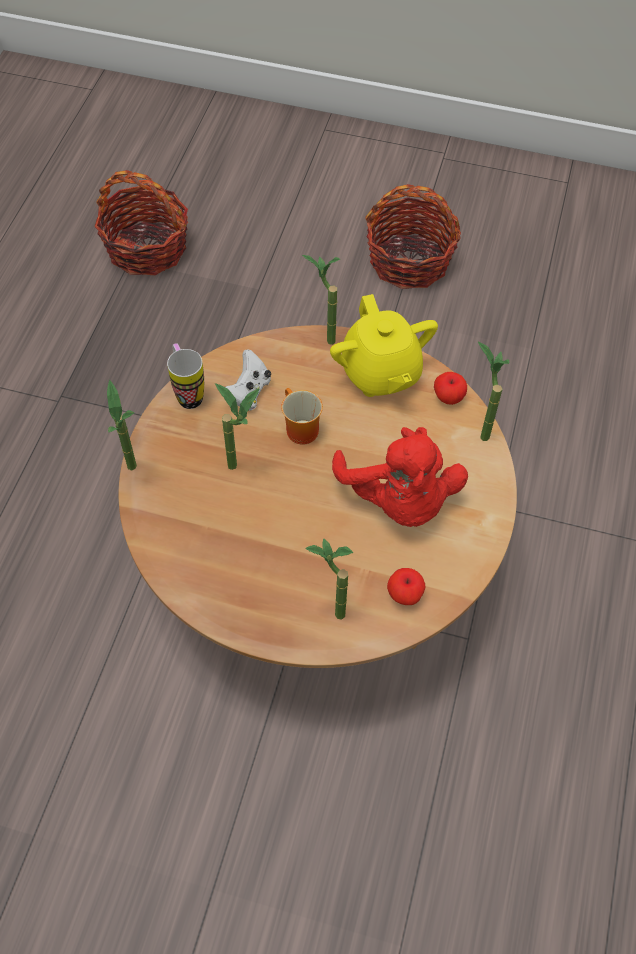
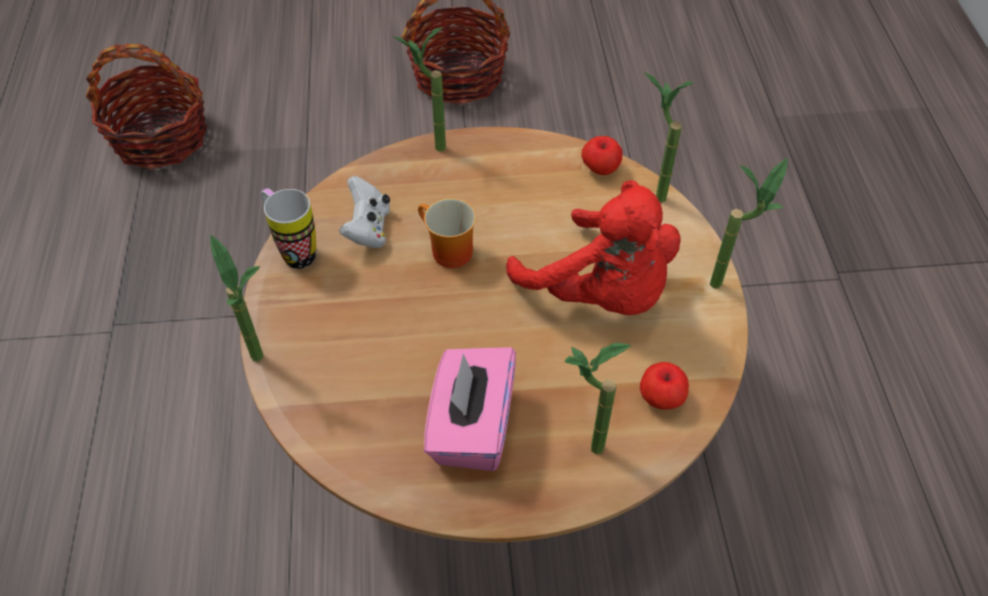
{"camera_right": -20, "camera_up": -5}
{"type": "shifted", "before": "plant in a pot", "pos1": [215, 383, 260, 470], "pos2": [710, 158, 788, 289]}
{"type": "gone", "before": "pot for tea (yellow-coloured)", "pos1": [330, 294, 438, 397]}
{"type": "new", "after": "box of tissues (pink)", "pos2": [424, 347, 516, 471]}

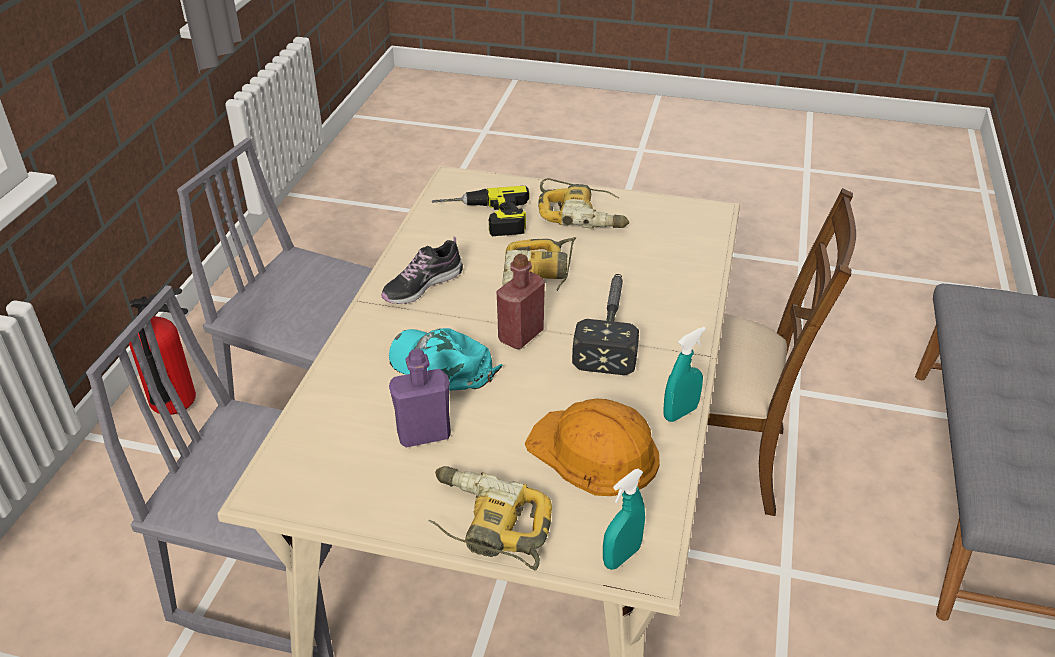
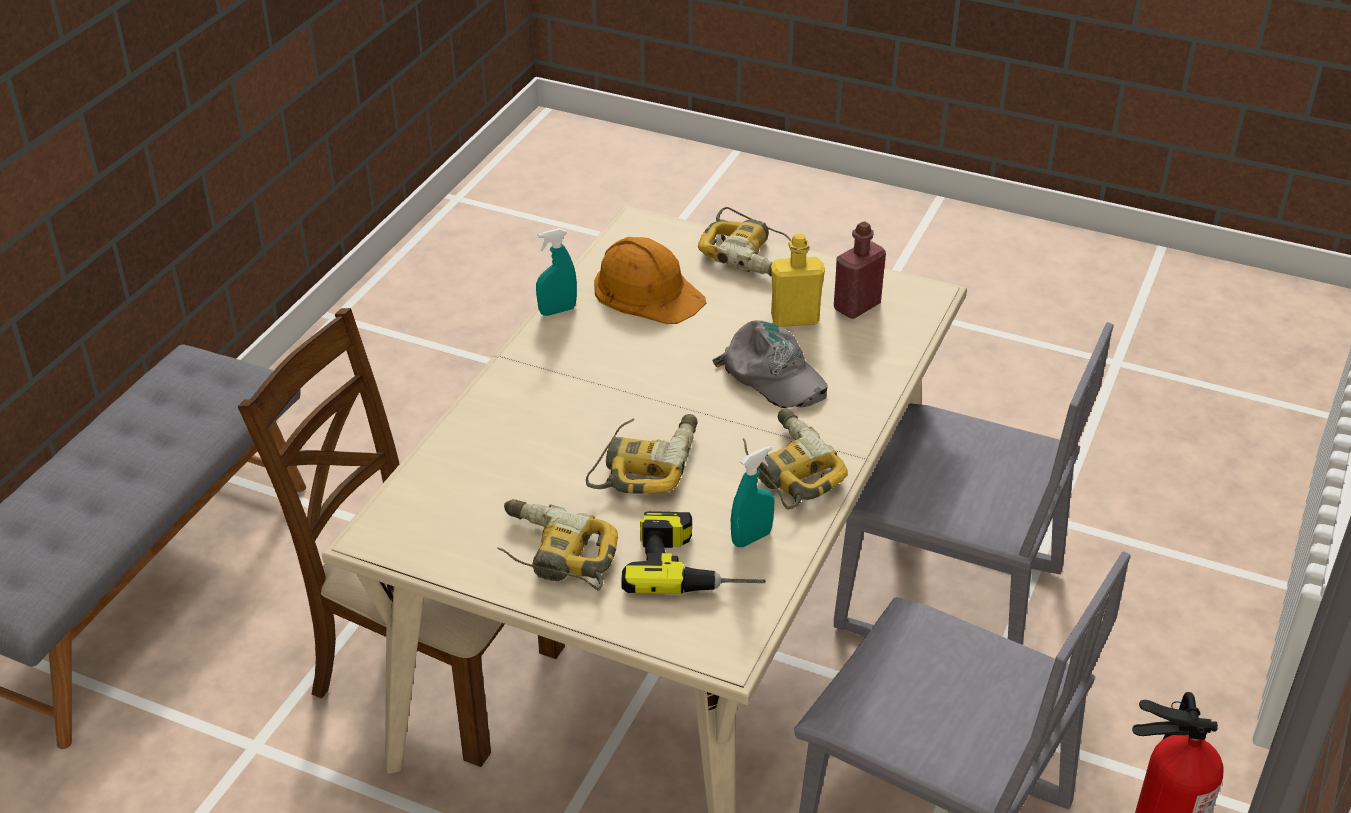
{"camera_right": -170, "camera_up": 0}
{"type": "swapped", "before": "item of footwear", "after": "electric drill", "pos1": [381, 236, 463, 304], "pos2": [743, 409, 848, 509]}
{"type": "repainted", "before": "cap (blue-green)", "after": "cap (gray)", "pos1": [389, 328, 503, 391], "pos2": [712, 320, 828, 408]}
{"type": "repainted", "before": "bottle (purple-coloured)", "after": "bottle (yellow-coloured)", "pos1": [389, 349, 451, 448], "pos2": [771, 234, 825, 327]}
{"type": "shifted", "before": "bottle (reddish)", "pos1": [497, 254, 545, 349], "pos2": [834, 222, 886, 319]}
{"type": "gone", "before": "tool hammer", "pos1": [572, 274, 639, 375]}
{"type": "shifted", "before": "hand sprayer (blue-green)", "pos1": [603, 469, 645, 570], "pos2": [731, 446, 774, 547]}

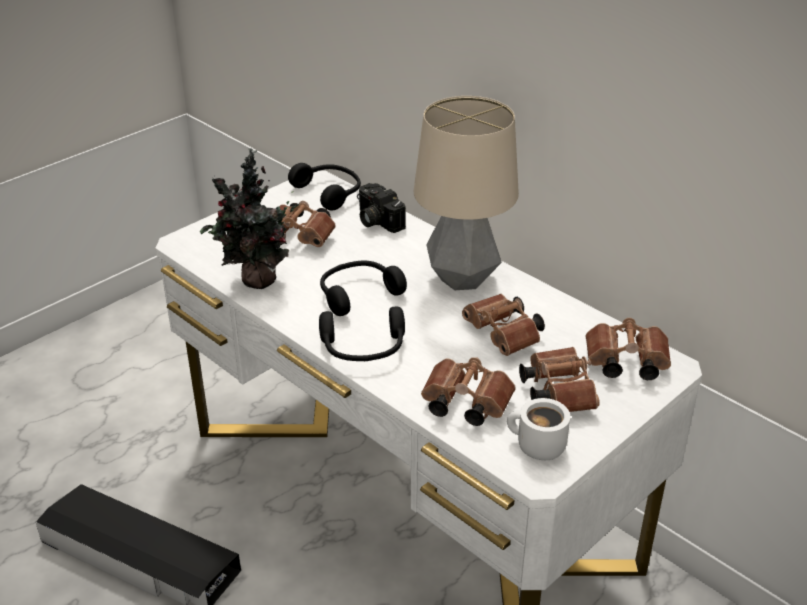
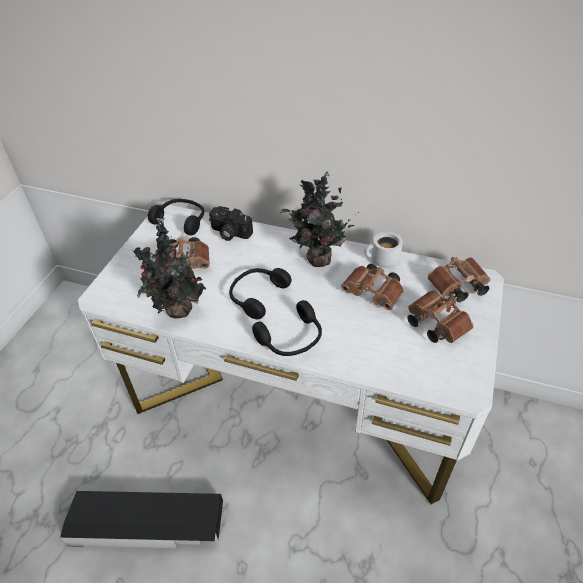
{"camera_right": -25, "camera_up": 10}
{"type": "swapped", "before": "table lamp", "after": "plant in a pot", "pos1": [414, 96, 519, 290], "pos2": [279, 171, 359, 267]}
{"type": "gone", "before": "field glasses (brown)", "pos1": [421, 357, 516, 426]}
{"type": "shifted", "before": "tea mug (white-coloured)", "pos1": [507, 398, 570, 460], "pos2": [364, 232, 403, 268]}

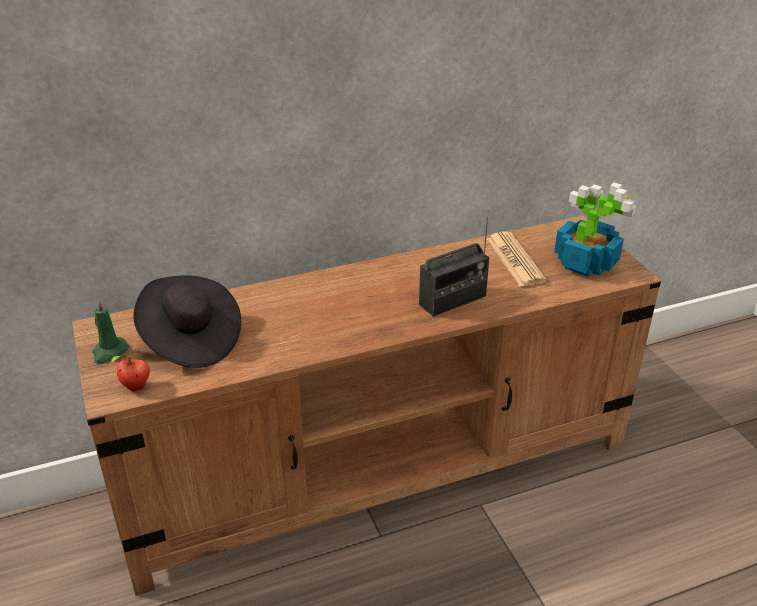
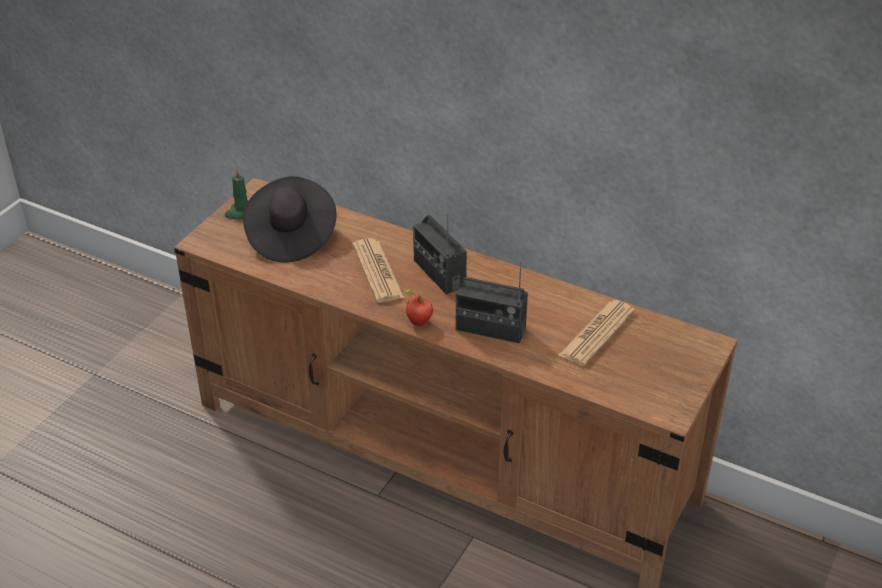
{"camera_right": 50, "camera_up": 5}
{"type": "shifted", "before": "whole apple", "pos1": [110, 356, 150, 391], "pos2": [401, 290, 433, 326]}
{"type": "gone", "before": "plant in a pot", "pos1": [554, 182, 636, 277]}
{"type": "new", "after": "newspaper", "pos2": [352, 238, 404, 303]}
{"type": "new", "after": "radio", "pos2": [413, 214, 467, 294]}

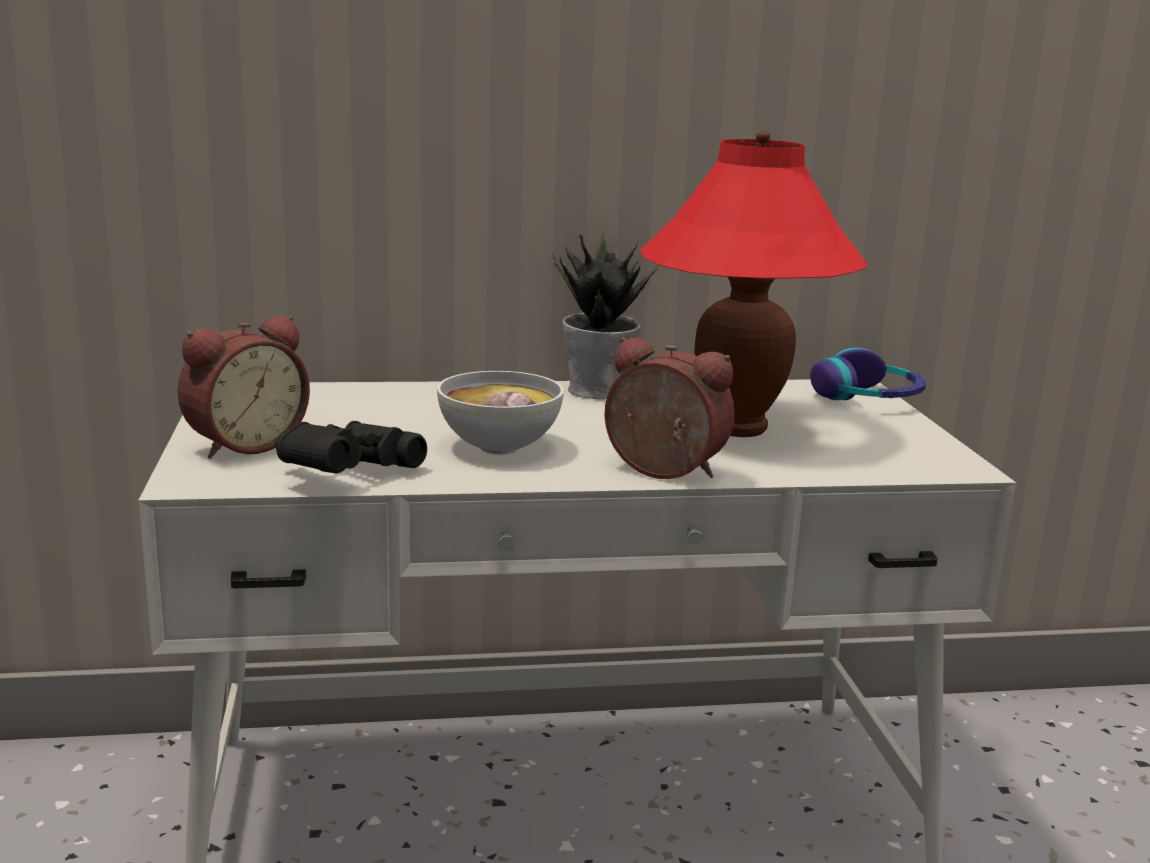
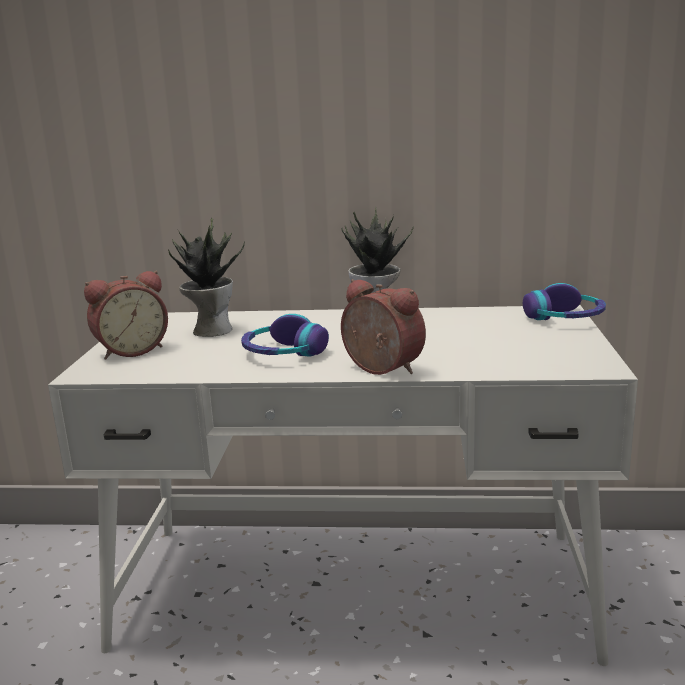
{"camera_right": 15, "camera_up": 0}
{"type": "gone", "before": "field glasses (black-coloured)", "pos1": [275, 421, 427, 473]}
{"type": "swapped", "before": "bowl", "after": "headset", "pos1": [437, 371, 564, 454], "pos2": [241, 314, 329, 356]}
{"type": "gone", "before": "table lamp (reddish)", "pos1": [640, 131, 867, 437]}
{"type": "new", "after": "plant in a pot", "pos2": [168, 218, 245, 337]}

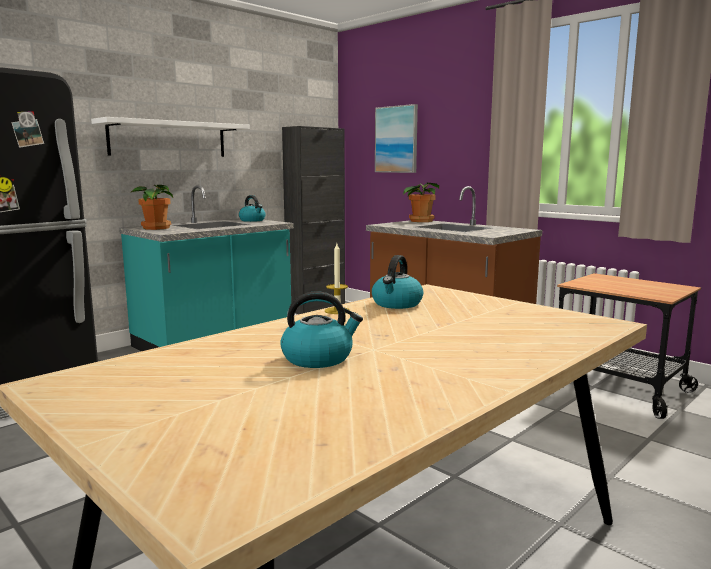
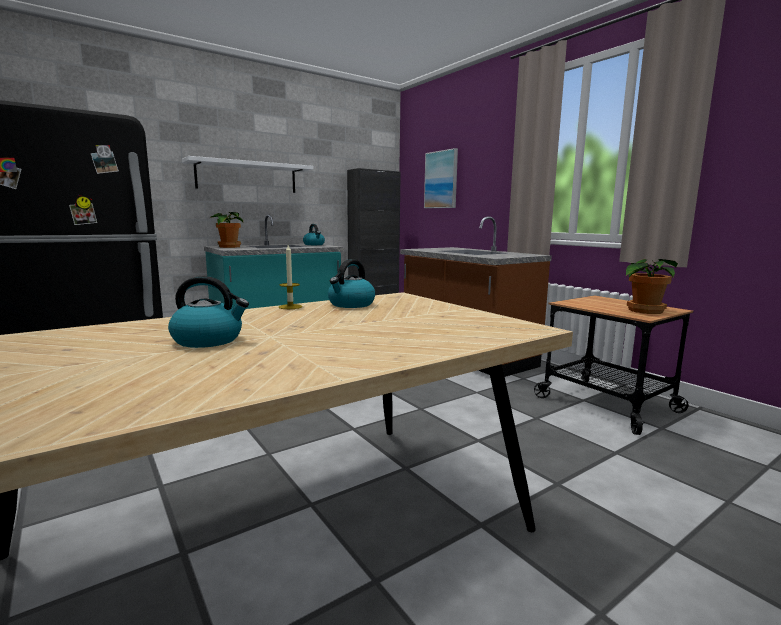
{"camera_right": 10, "camera_up": 0}
{"type": "shifted", "before": "plant in a pot", "pos1": [403, 183, 439, 222], "pos2": [626, 259, 678, 314]}

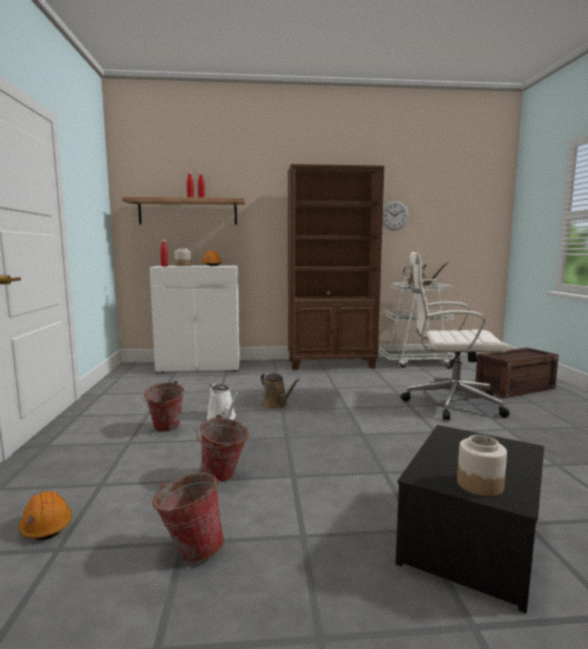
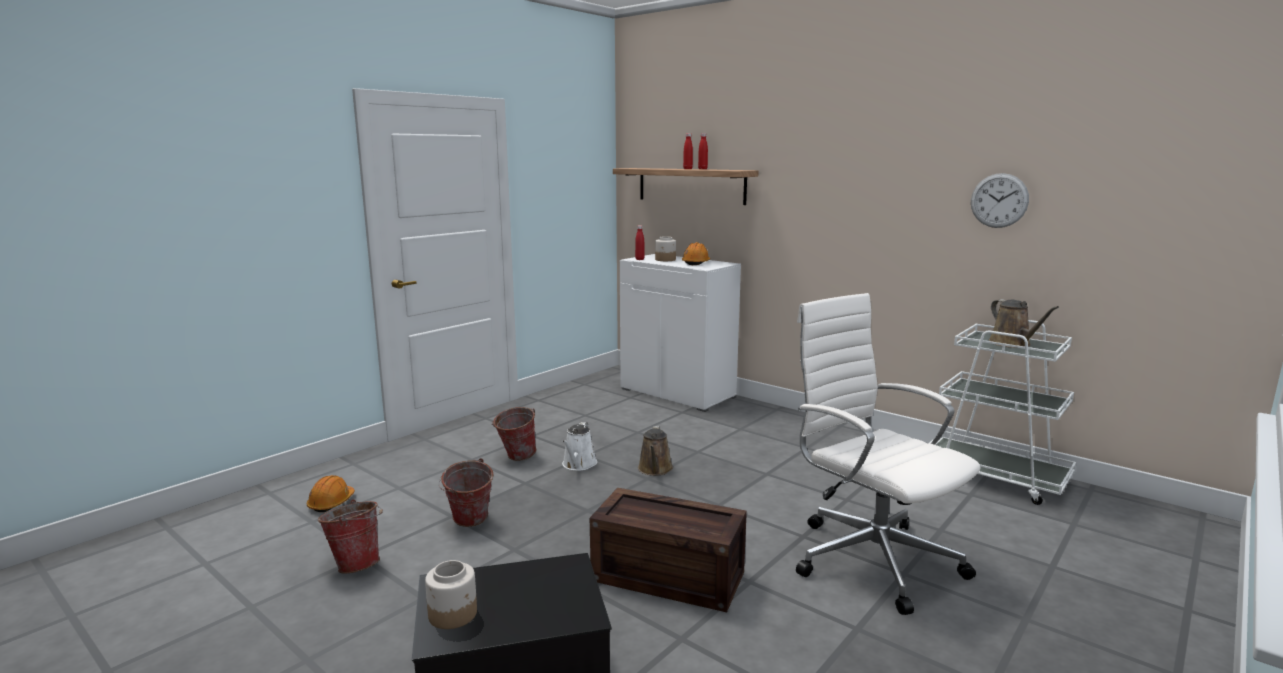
{"camera_right": 45, "camera_up": 5}
{"type": "gone", "before": "shelving unit (brown)", "pos1": [287, 164, 384, 370]}
{"type": "shifted", "before": "packing crate", "pos1": [475, 347, 559, 398], "pos2": [590, 488, 747, 612]}

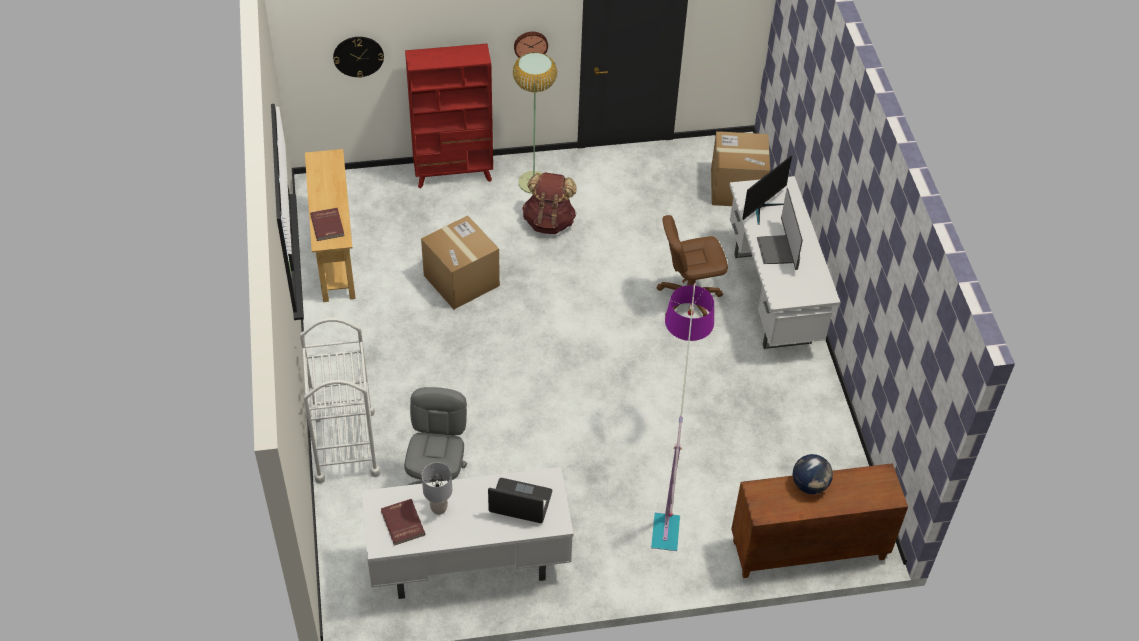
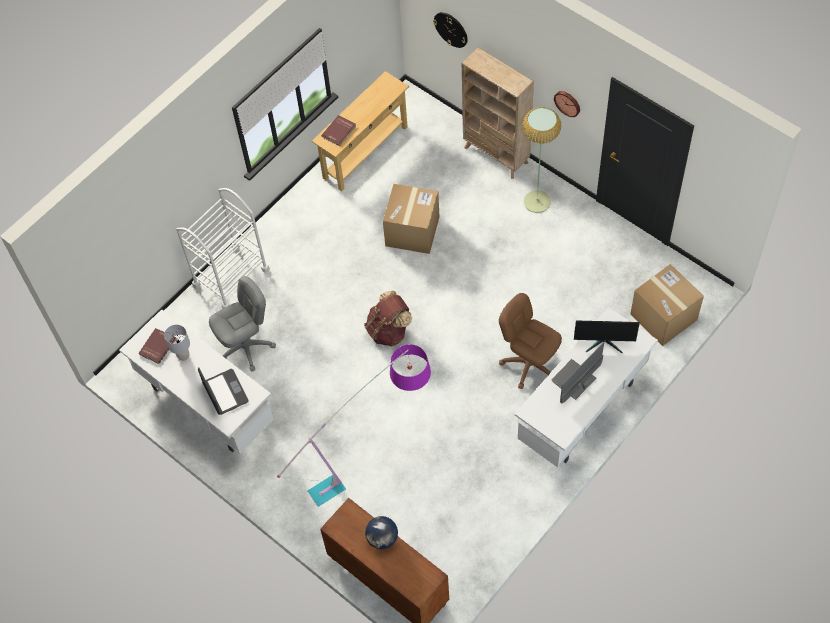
{"camera_right": 55, "camera_up": 10}
{"type": "repainted", "before": "shelving unit (reddish)", "after": "shelving unit (sand-coloured)", "pos1": [405, 44, 493, 189], "pos2": [462, 47, 534, 179]}
{"type": "shifted", "before": "backpack (brown)", "pos1": [522, 173, 577, 234], "pos2": [364, 291, 412, 346]}

